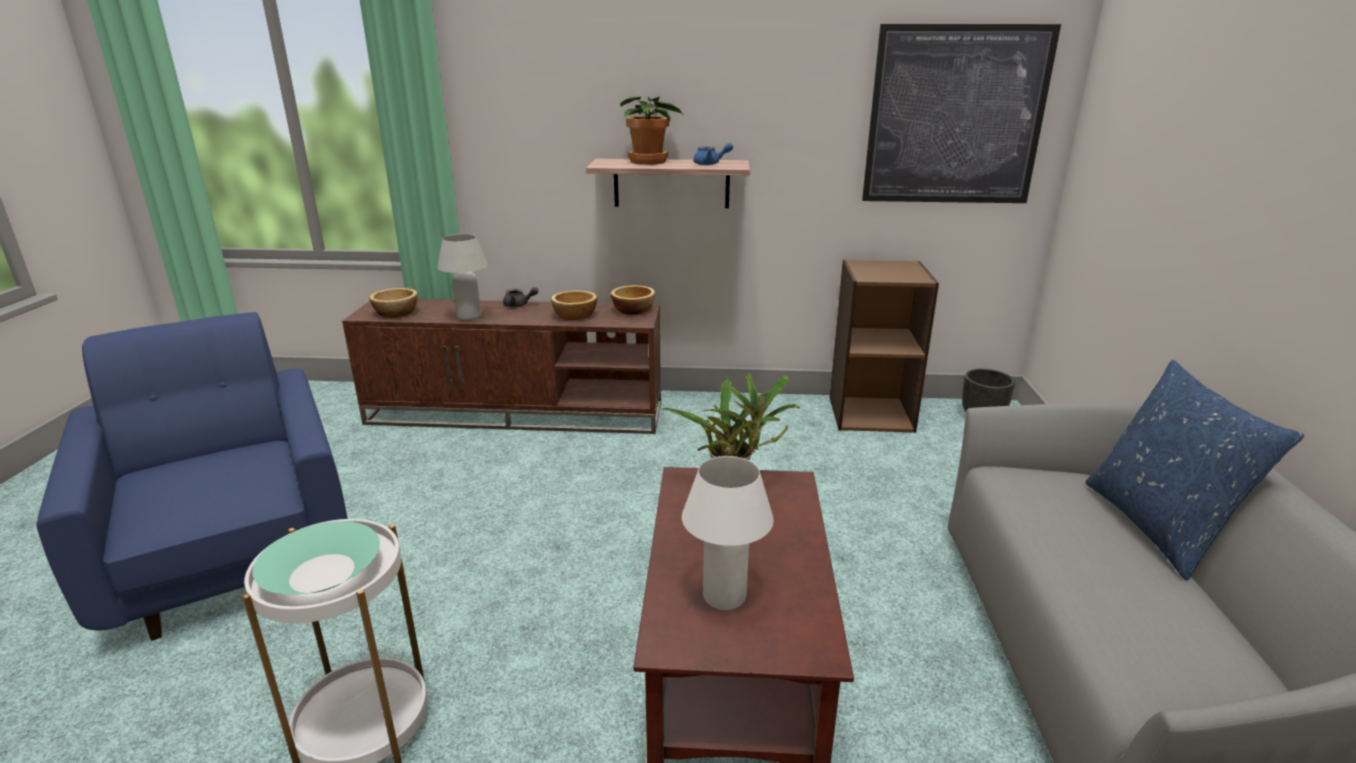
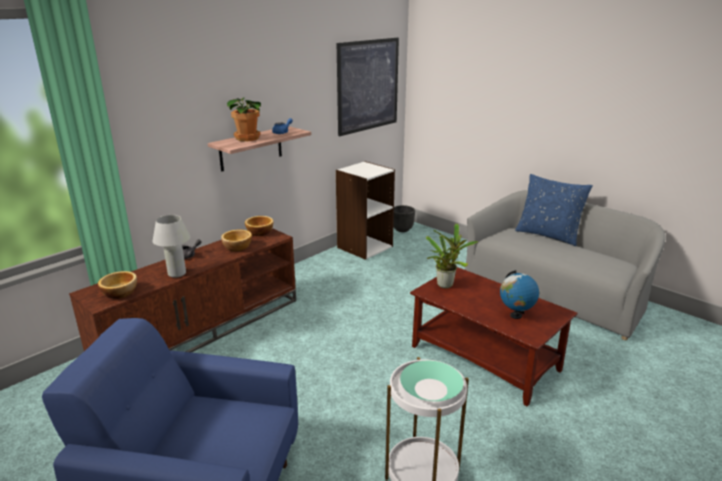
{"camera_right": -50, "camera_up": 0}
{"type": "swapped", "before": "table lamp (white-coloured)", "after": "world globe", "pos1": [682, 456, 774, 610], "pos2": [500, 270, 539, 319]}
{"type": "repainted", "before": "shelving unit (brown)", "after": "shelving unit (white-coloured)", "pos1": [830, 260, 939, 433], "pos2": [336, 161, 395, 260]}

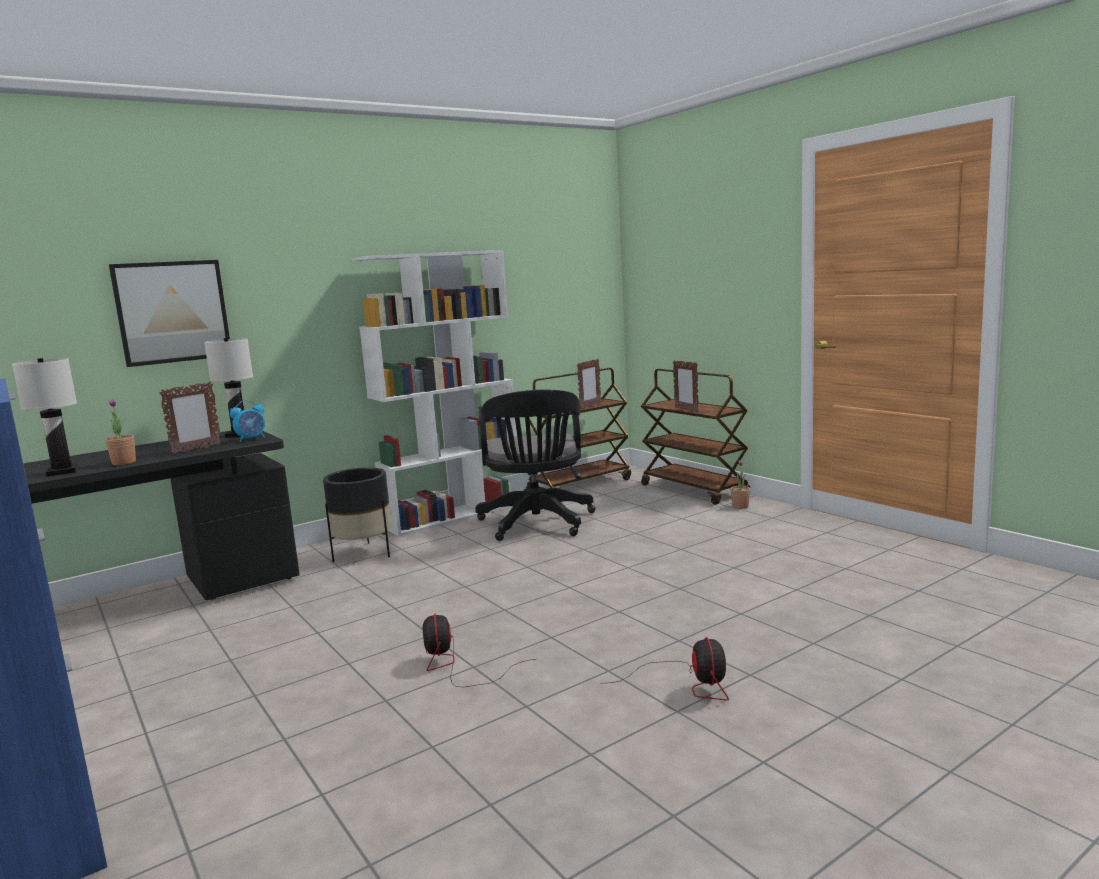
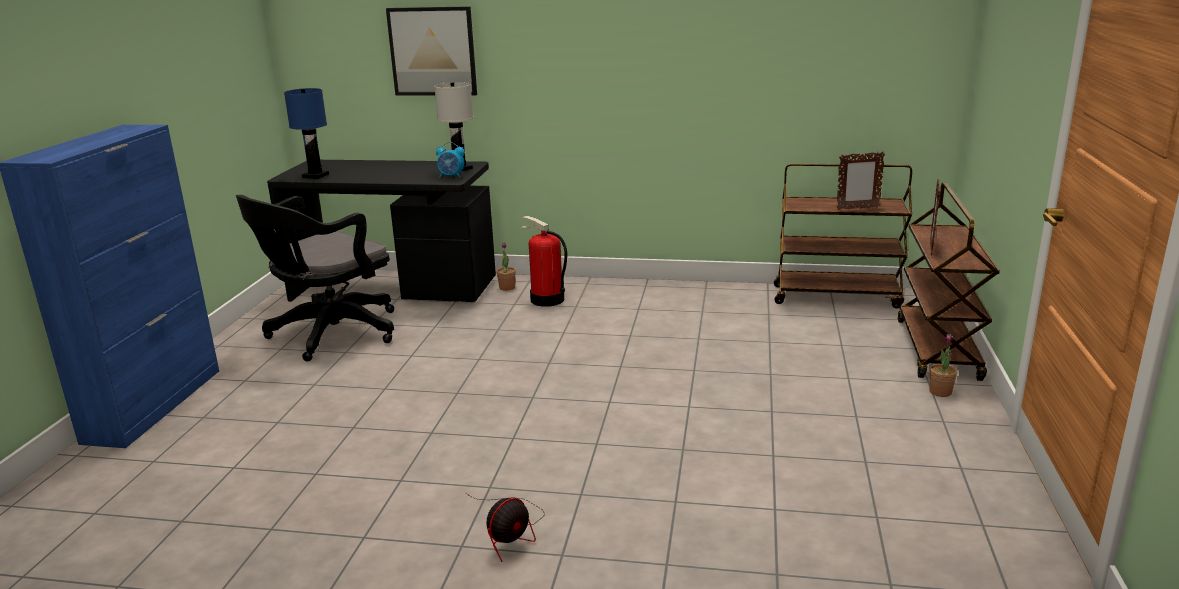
{"camera_right": 45, "camera_up": 10}
{"type": "repainted", "before": "table lamp (white-coloured)", "after": "table lamp (bluish)", "pos1": [12, 358, 78, 477], "pos2": [284, 88, 329, 179]}
{"type": "shifted", "before": "plant in a pot", "pos1": [105, 399, 136, 465], "pos2": [497, 242, 516, 291]}
{"type": "gone", "before": "picture frame", "pos1": [159, 382, 222, 454]}
{"type": "swapped", "before": "planter (black-coloured)", "after": "fire-fighting cylinder", "pos1": [323, 467, 392, 562], "pos2": [520, 216, 567, 307]}
{"type": "gone", "before": "shelving unit (white-coloured)", "pos1": [352, 250, 517, 537]}
{"type": "gone", "before": "electric fan", "pos1": [423, 614, 535, 687]}
{"type": "shifted", "before": "desk chair (black-coloured)", "pos1": [475, 389, 596, 541], "pos2": [236, 195, 394, 362]}

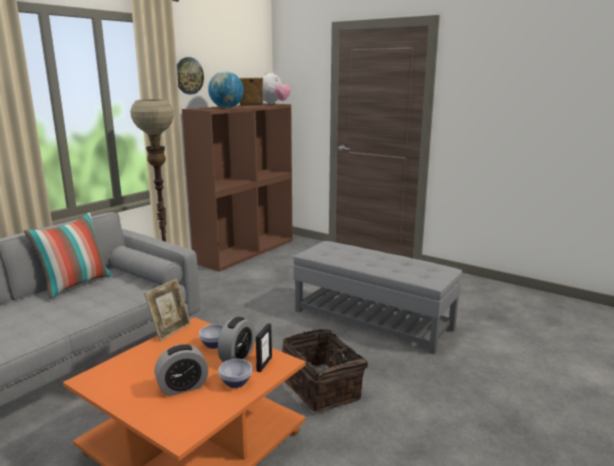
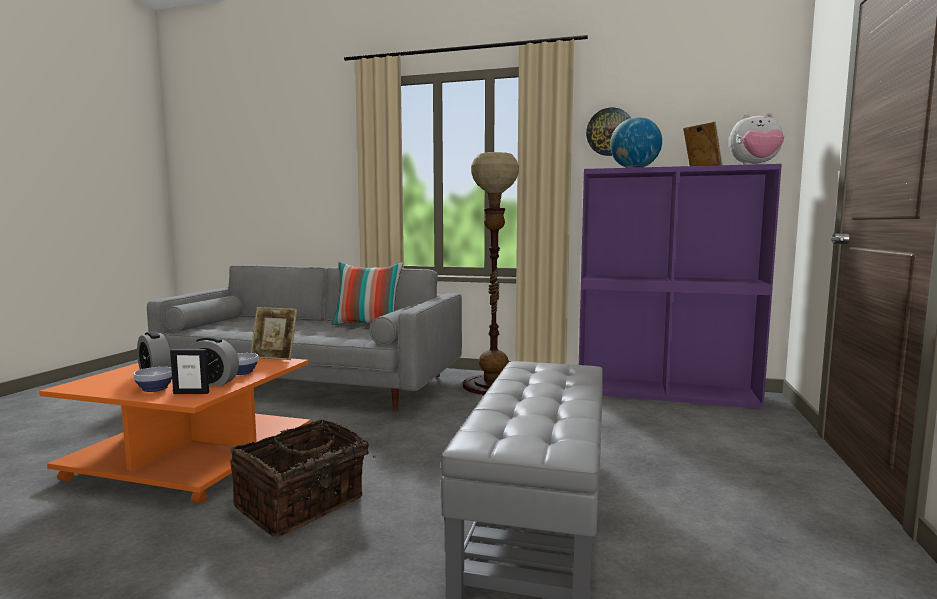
{"camera_right": 70, "camera_up": -10}
{"type": "repainted", "before": "shelving unit (brown)", "after": "shelving unit (purple-coloured)", "pos1": [182, 103, 293, 272], "pos2": [579, 164, 782, 409]}

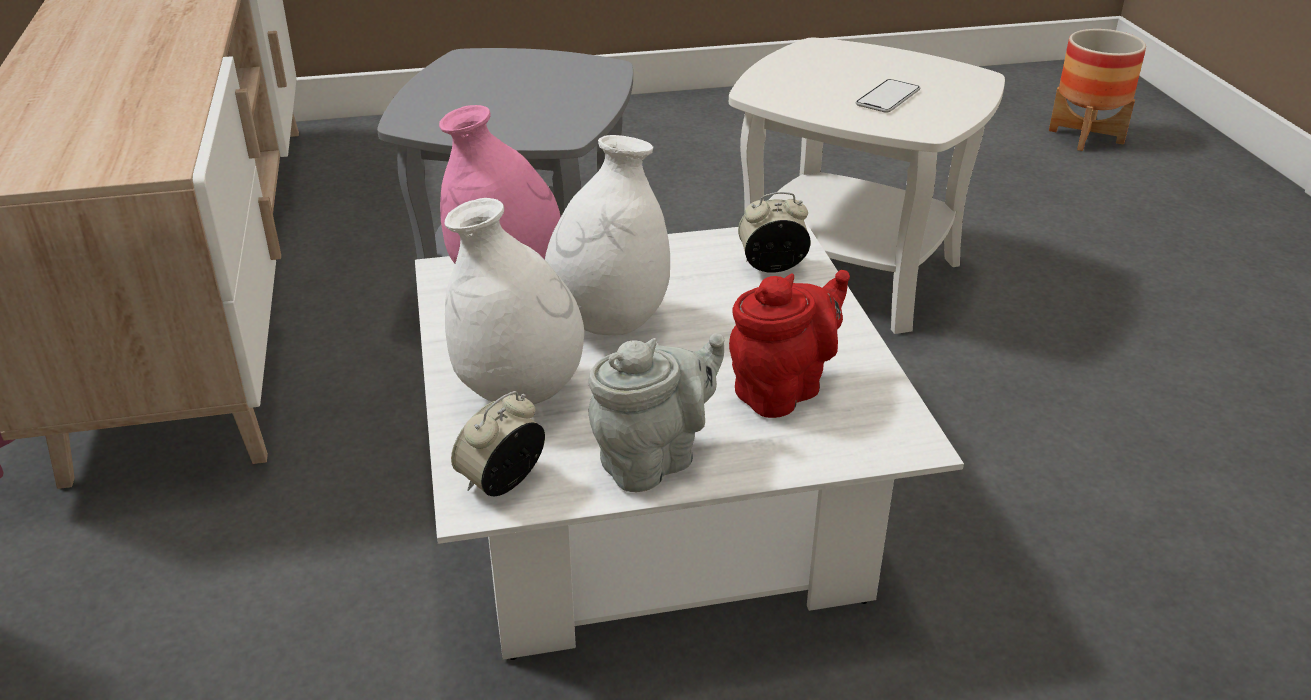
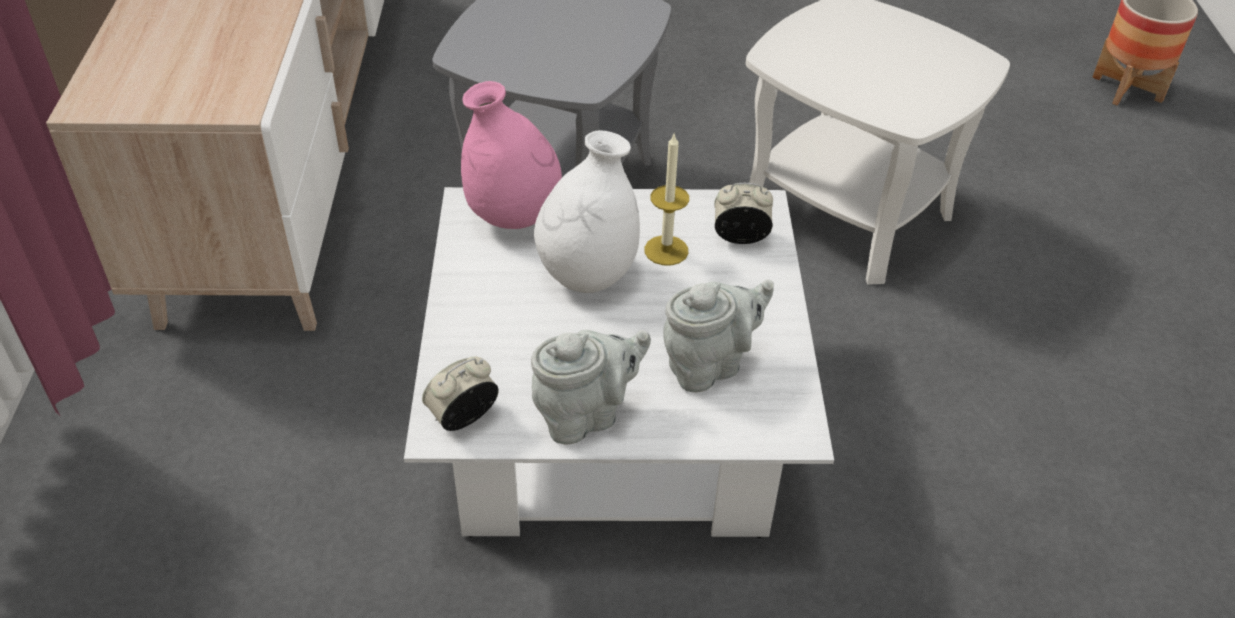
{"camera_right": 10, "camera_up": 10}
{"type": "gone", "before": "flower vase (white-coloured)", "pos1": [445, 198, 584, 404]}
{"type": "repainted", "before": "pot for tea (reddish)", "after": "pot for tea (gray)", "pos1": [729, 270, 850, 418], "pos2": [663, 279, 774, 392]}
{"type": "gone", "before": "handset", "pos1": [856, 79, 920, 113]}
{"type": "new", "after": "candle", "pos2": [645, 132, 689, 265]}

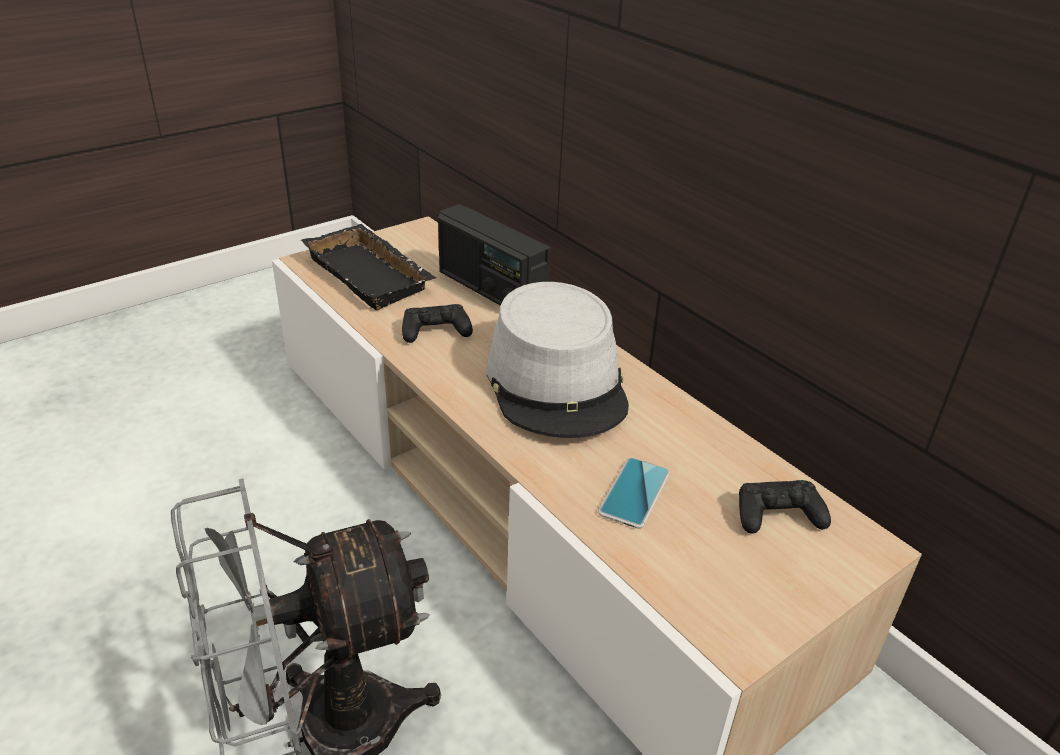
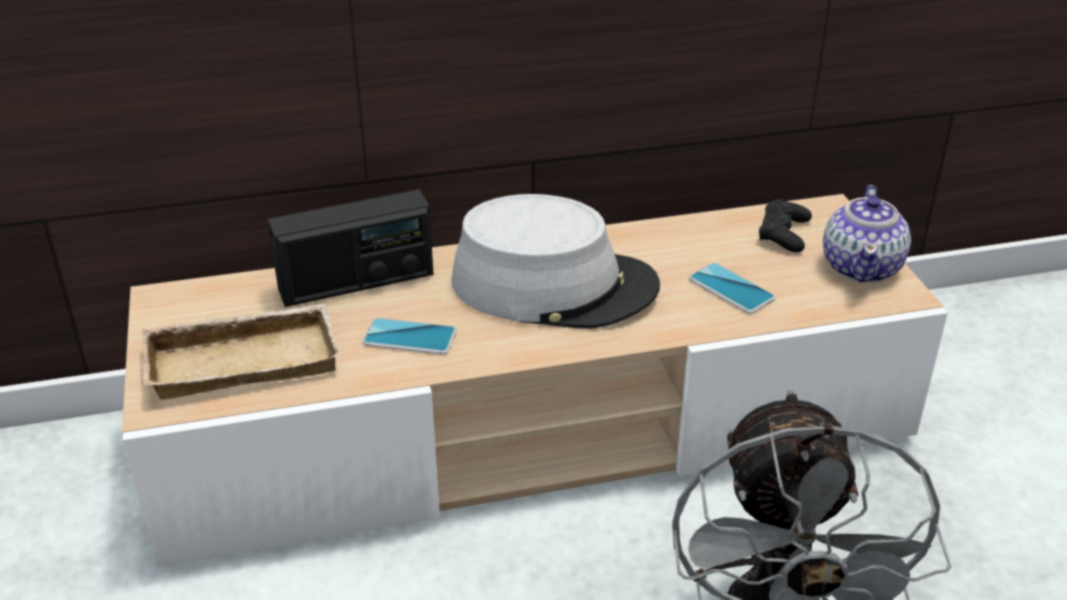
{"camera_right": -65, "camera_up": 0}
{"type": "repainted", "before": "carrying tray (black-coloured)", "after": "carrying tray (sand-coloured)", "pos1": [301, 224, 437, 310], "pos2": [141, 303, 340, 400]}
{"type": "swapped", "before": "game controller (black-coloured)", "after": "handset", "pos1": [402, 304, 473, 343], "pos2": [362, 318, 457, 354]}
{"type": "new", "after": "pot for tea", "pos2": [823, 185, 911, 283]}

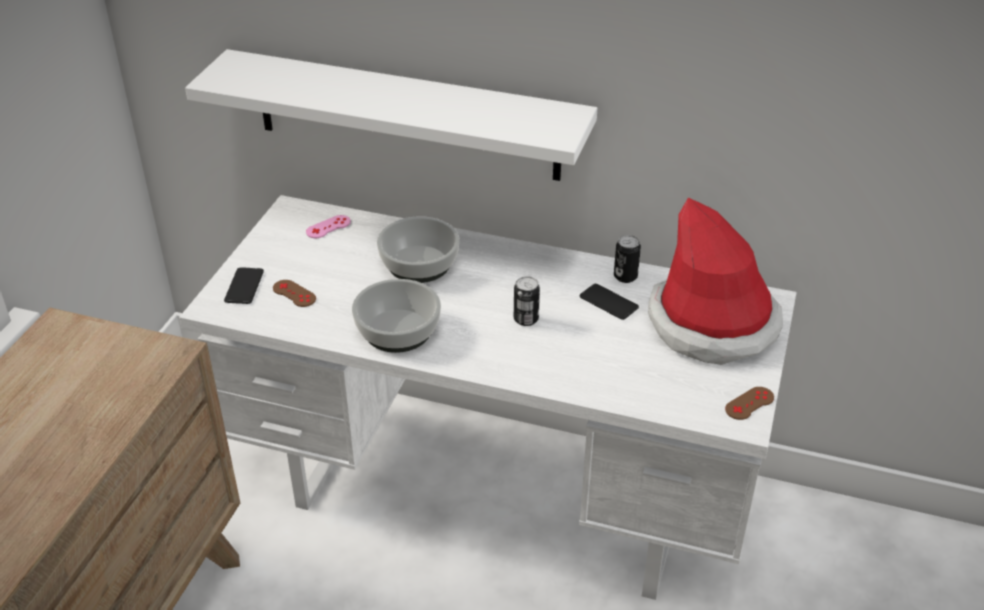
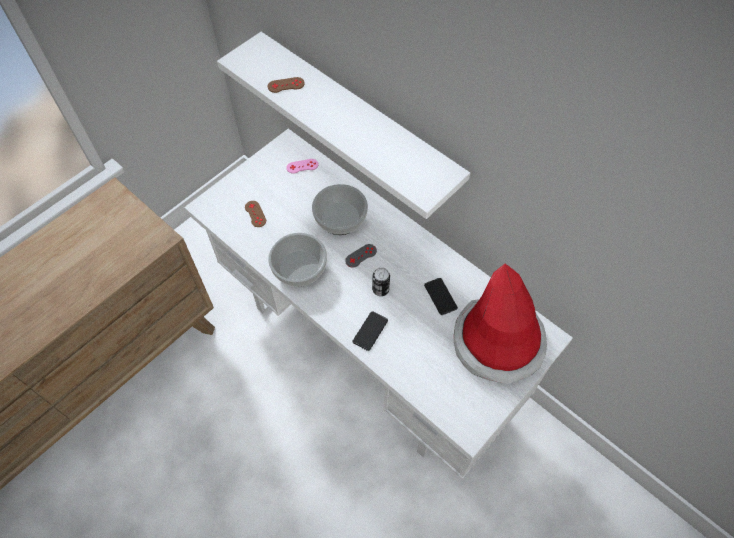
{"camera_right": 25, "camera_up": 20}
{"type": "shifted", "before": "handset", "pos1": [224, 267, 264, 304], "pos2": [352, 311, 388, 351]}
{"type": "gone", "before": "sealed can", "pos1": [614, 235, 641, 283]}
{"type": "shifted", "before": "game controller (brown)", "pos1": [725, 387, 774, 420], "pos2": [268, 77, 305, 93]}
{"type": "new", "after": "game controller (gray)", "pos2": [345, 244, 377, 268]}

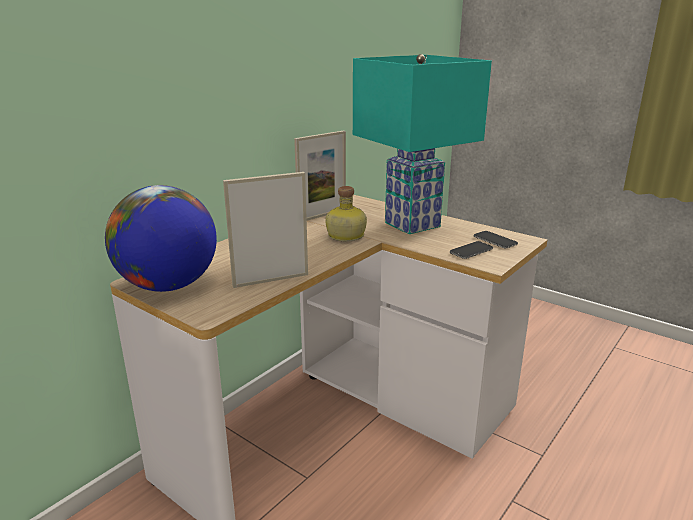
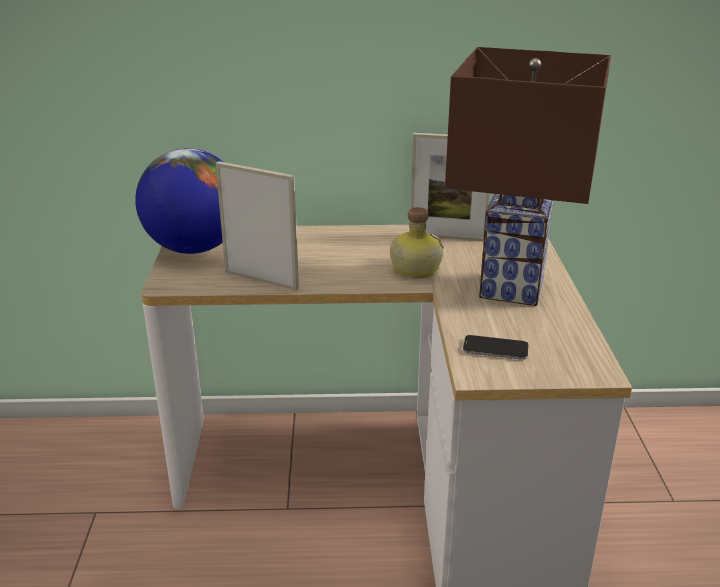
{"camera_right": 50, "camera_up": 5}
{"type": "repainted", "before": "table lamp (blue-green)", "after": "table lamp (brown)", "pos1": [353, 54, 492, 234], "pos2": [445, 47, 611, 306]}
{"type": "gone", "before": "handset", "pos1": [474, 231, 518, 248]}

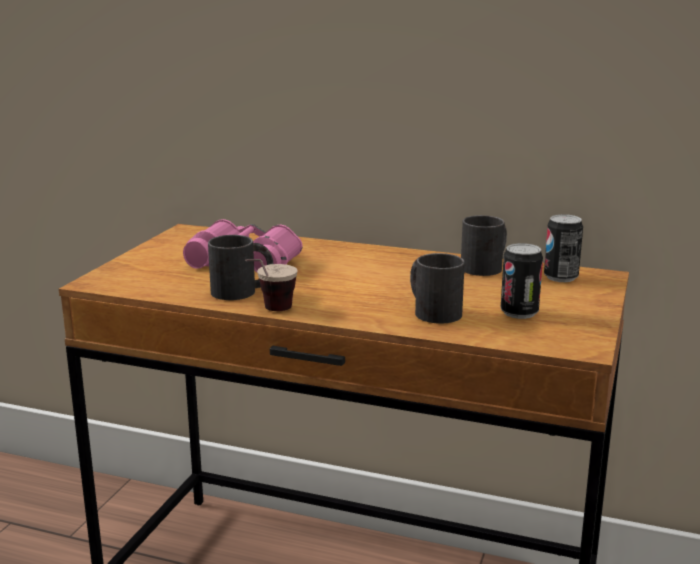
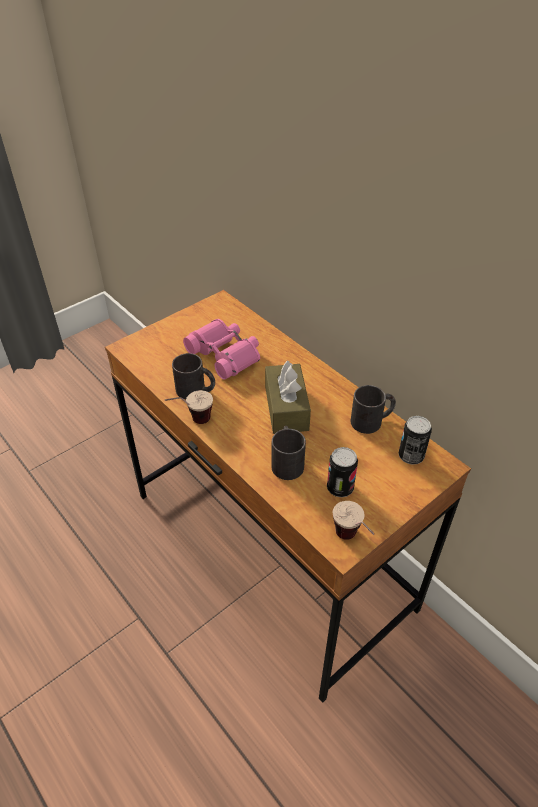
{"camera_right": 30, "camera_up": 25}
{"type": "new", "after": "box of tissues (brown)", "pos2": [265, 361, 311, 434]}
{"type": "new", "after": "drinking cup", "pos2": [333, 501, 374, 540]}

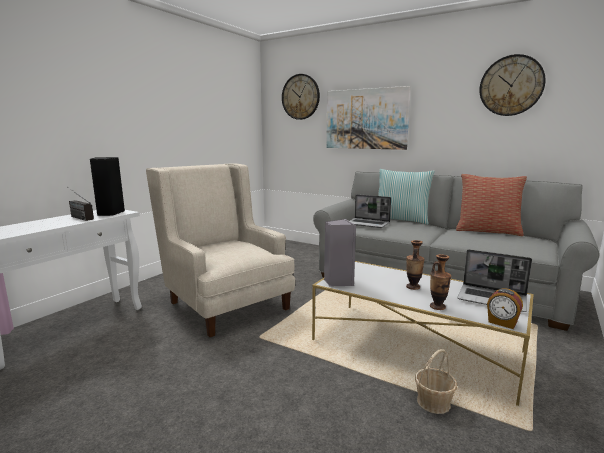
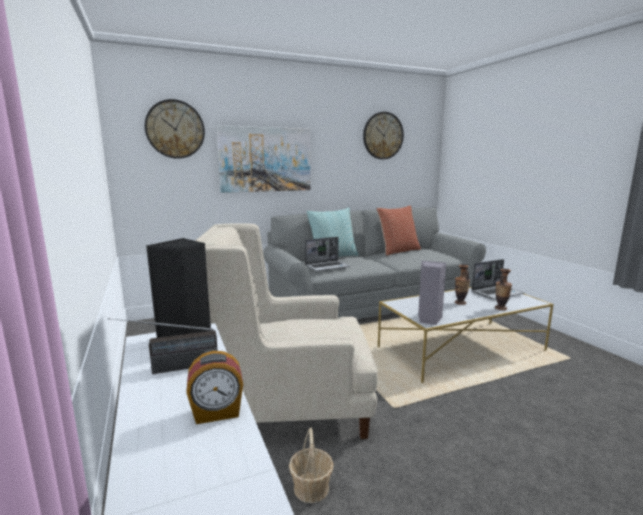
{"camera_right": -55, "camera_up": 0}
{"type": "shifted", "before": "basket", "pos1": [415, 349, 457, 414], "pos2": [289, 428, 334, 503]}
{"type": "shifted", "before": "table clock", "pos1": [487, 288, 523, 329], "pos2": [186, 351, 243, 424]}

